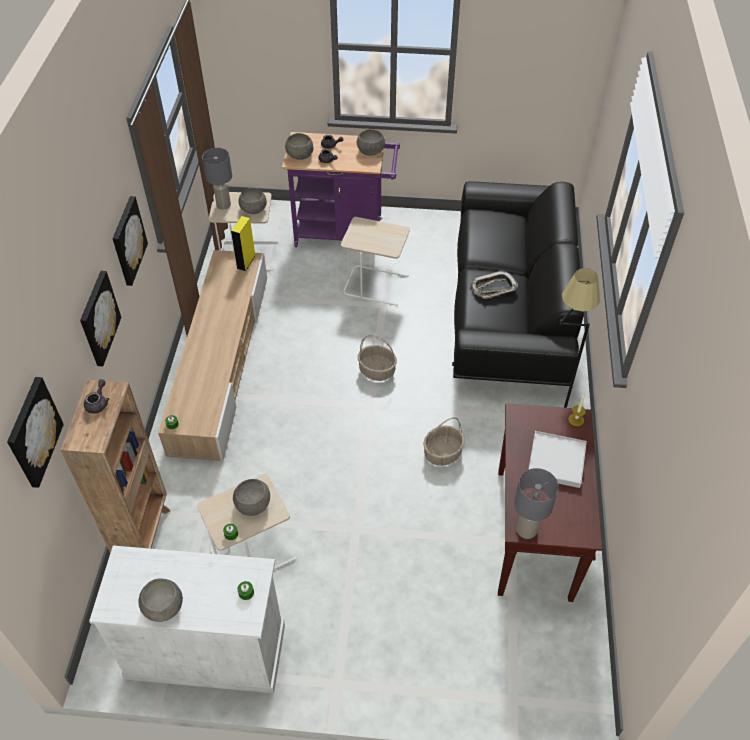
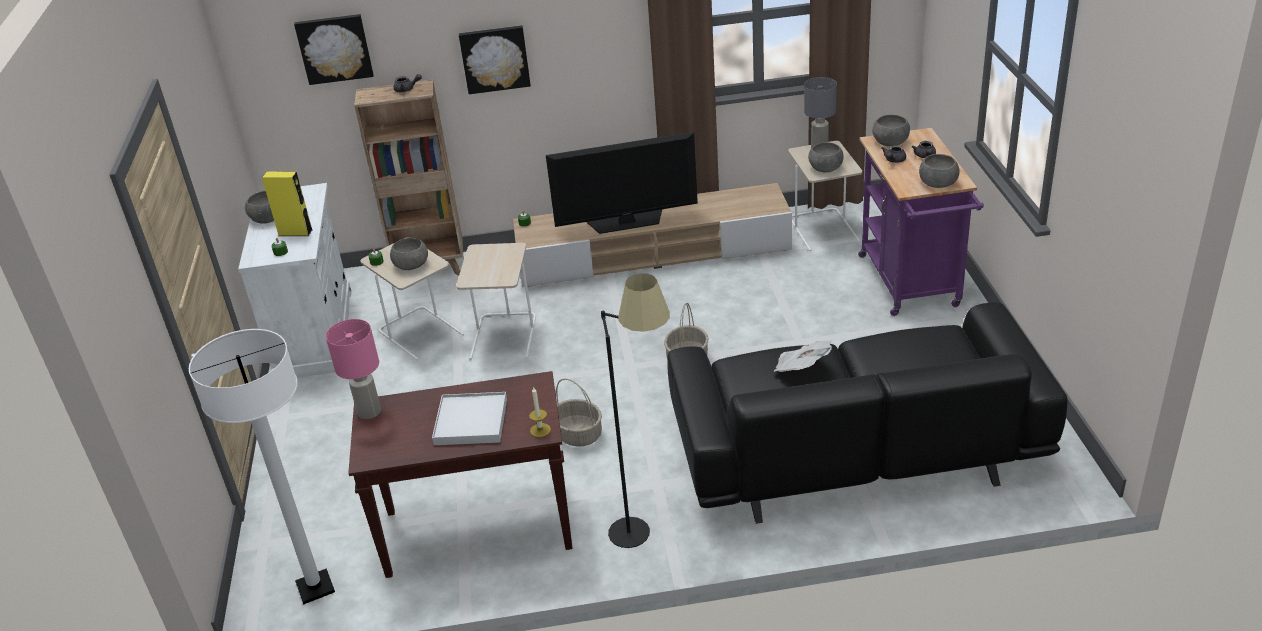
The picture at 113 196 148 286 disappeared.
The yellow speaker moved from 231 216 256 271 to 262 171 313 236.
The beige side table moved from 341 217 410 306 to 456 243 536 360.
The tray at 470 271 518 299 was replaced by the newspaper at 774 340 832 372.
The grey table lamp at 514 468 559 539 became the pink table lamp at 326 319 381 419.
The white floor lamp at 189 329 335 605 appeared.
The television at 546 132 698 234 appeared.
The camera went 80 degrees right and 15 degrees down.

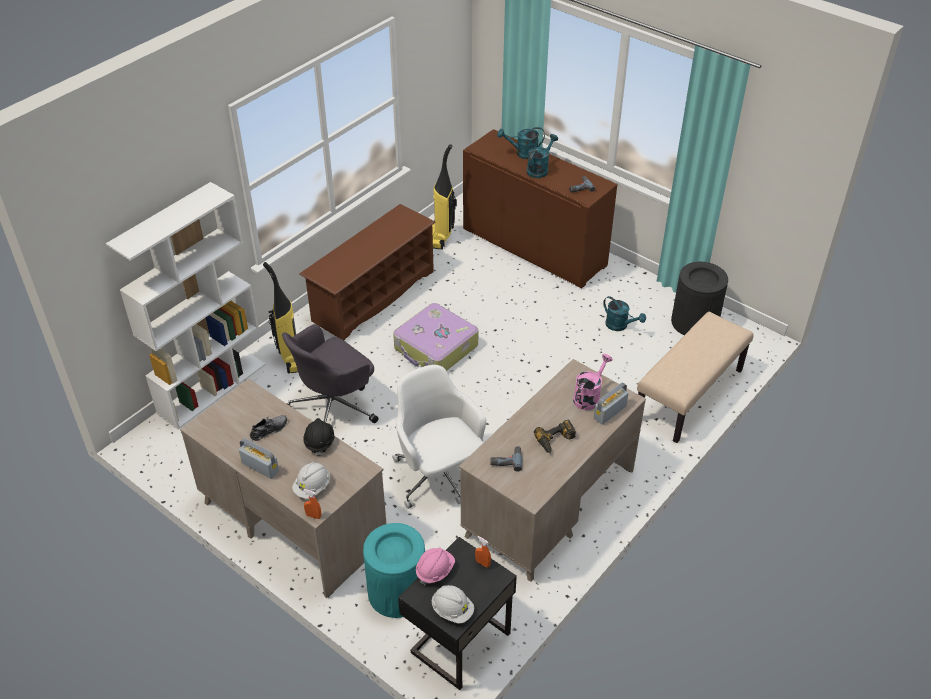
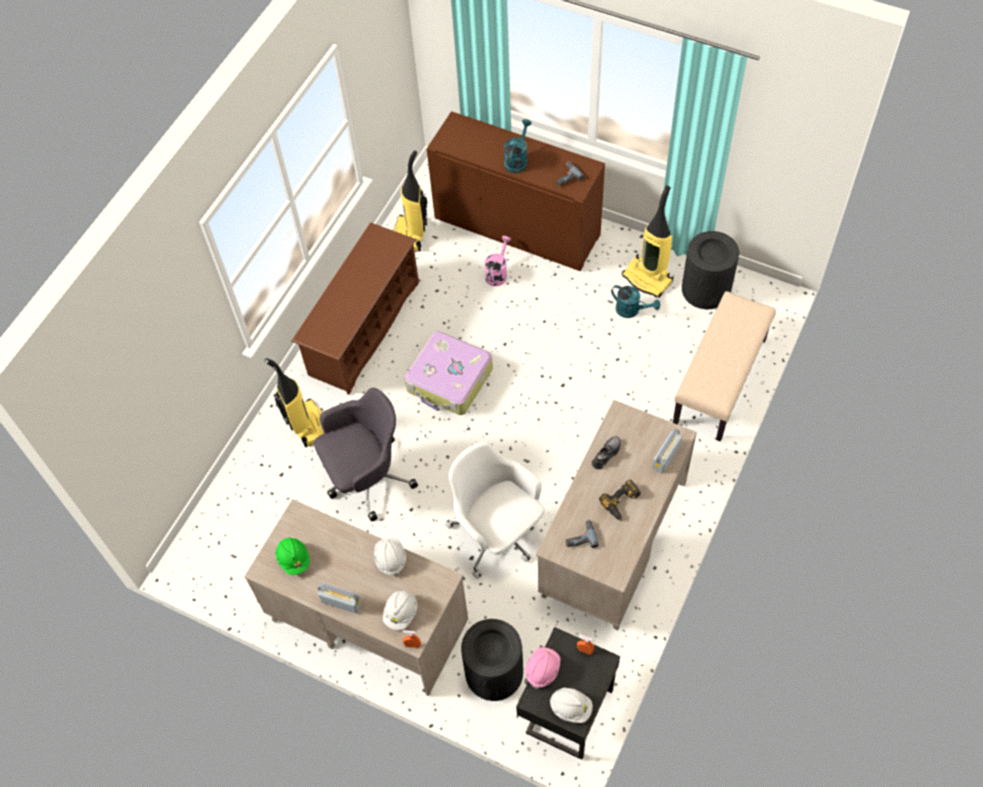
The white bookcase at 106 182 266 429 disappeared.
The grey shoe moved from 250 415 287 441 to 592 436 621 469.
The grey office chair at 282 324 378 423 turned 150 degrees counterclockwise.
The black hard hat at 303 418 334 456 became the white hard hat at 374 538 406 576.
The turquoise trash can at 363 523 425 618 became the black trash can at 461 619 523 701.
The turquoise watering can at 497 127 545 159 disappeared.
The pink watering can moved from 573 354 613 410 to 485 236 511 286.
The green hard hat at 276 537 310 575 appeared.
The vacuum cleaner at 622 185 674 298 appeared.
The camera went 10 degrees left and 15 degrees up.

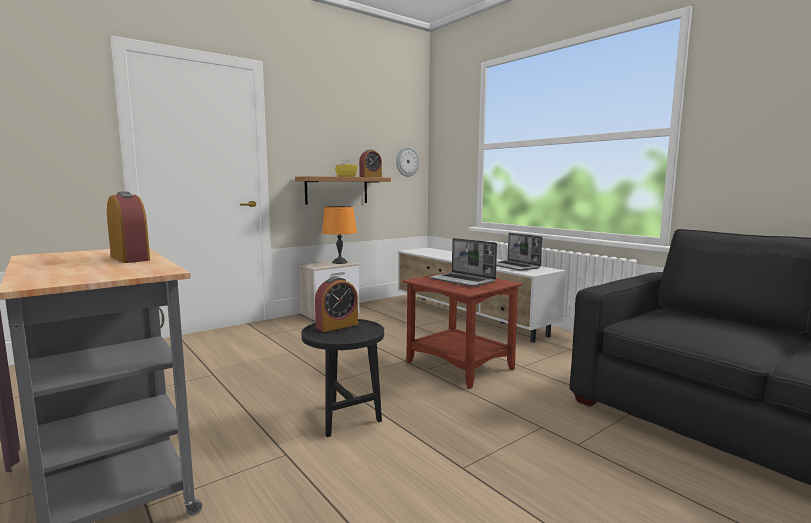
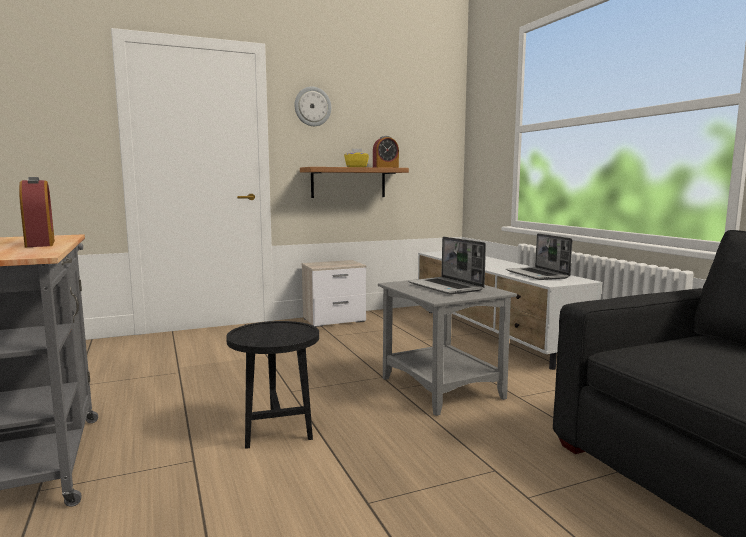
The alarm clock at 315 277 358 332 disappeared.
The orange table lamp at 322 206 357 264 disappeared.
The wall clock moved from 396 147 419 177 to 294 87 331 126.
The brown side table at 403 271 522 389 became the grey side table at 378 279 517 416.
The camera went 15 degrees right and 0 degrees up.

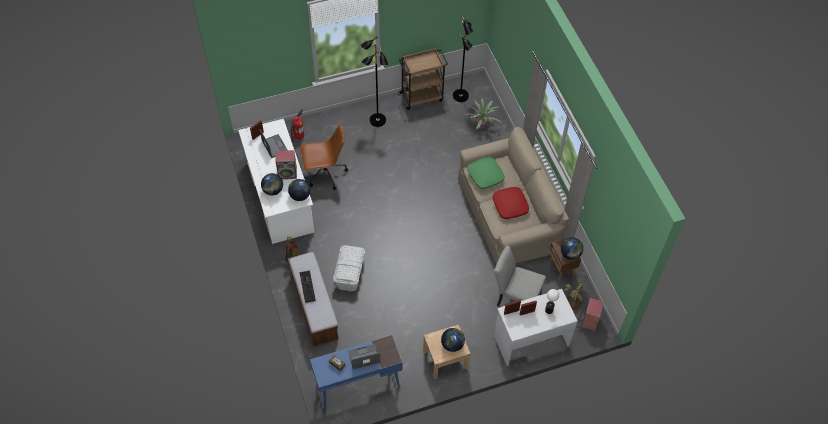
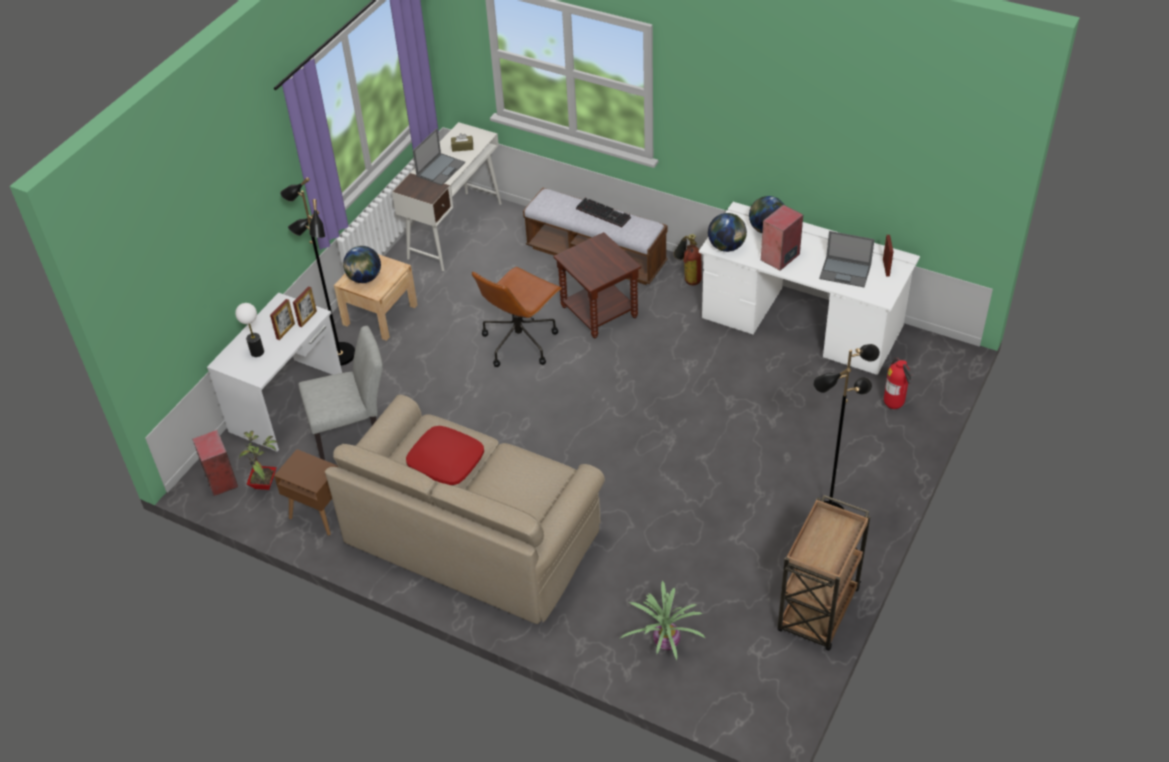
The brown office chair moved from 300 125 348 190 to 472 267 562 367.
The blue desk at 310 335 402 411 became the white desk at 392 122 502 271.
The white storage box at 333 245 365 291 was replaced by the brown side table at 554 232 641 338.
The black floor lamp moved from 453 15 473 102 to 280 177 355 366.
The green pillow at 467 157 505 189 disappeared.
The globe at 561 237 583 260 disappeared.
The camera went 140 degrees right and 10 degrees down.

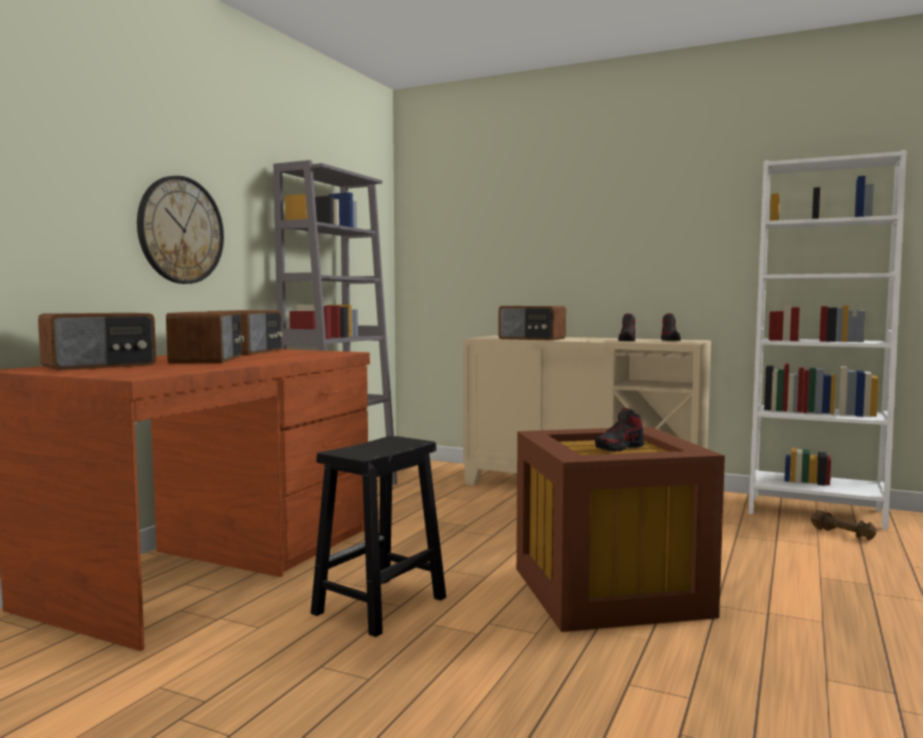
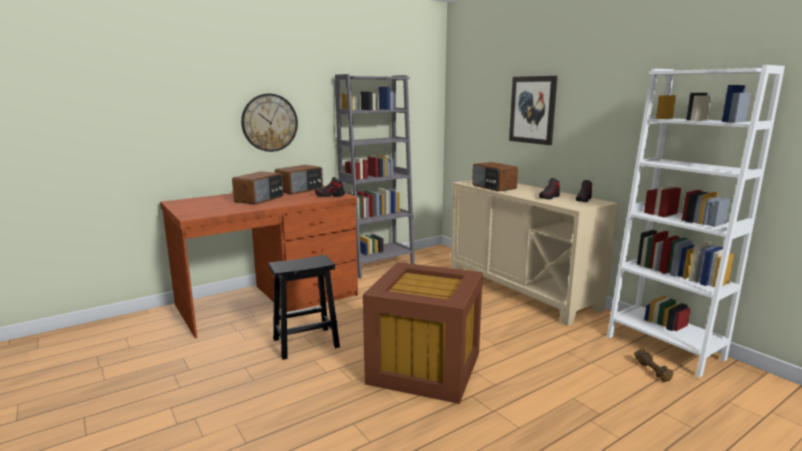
The radio at 38 313 156 371 disappeared.
The shoe moved from 595 408 644 452 to 315 177 345 197.
The picture at 509 76 557 145 appeared.
The camera went 30 degrees right and 10 degrees up.

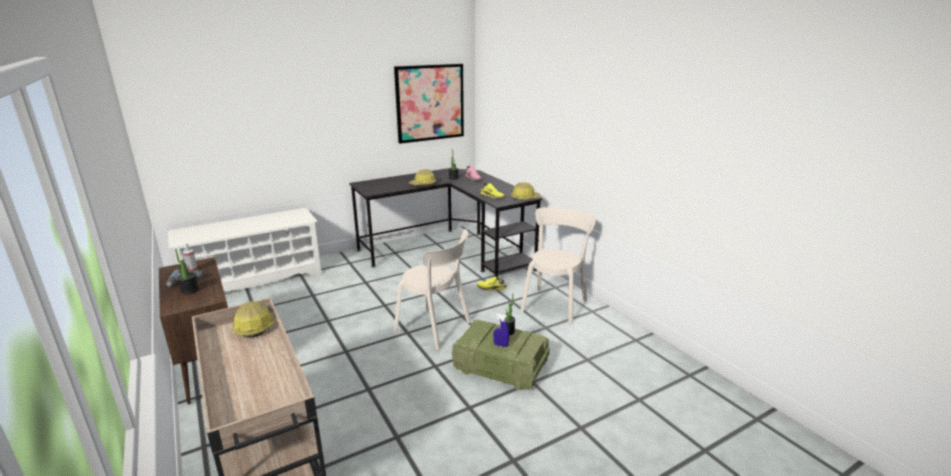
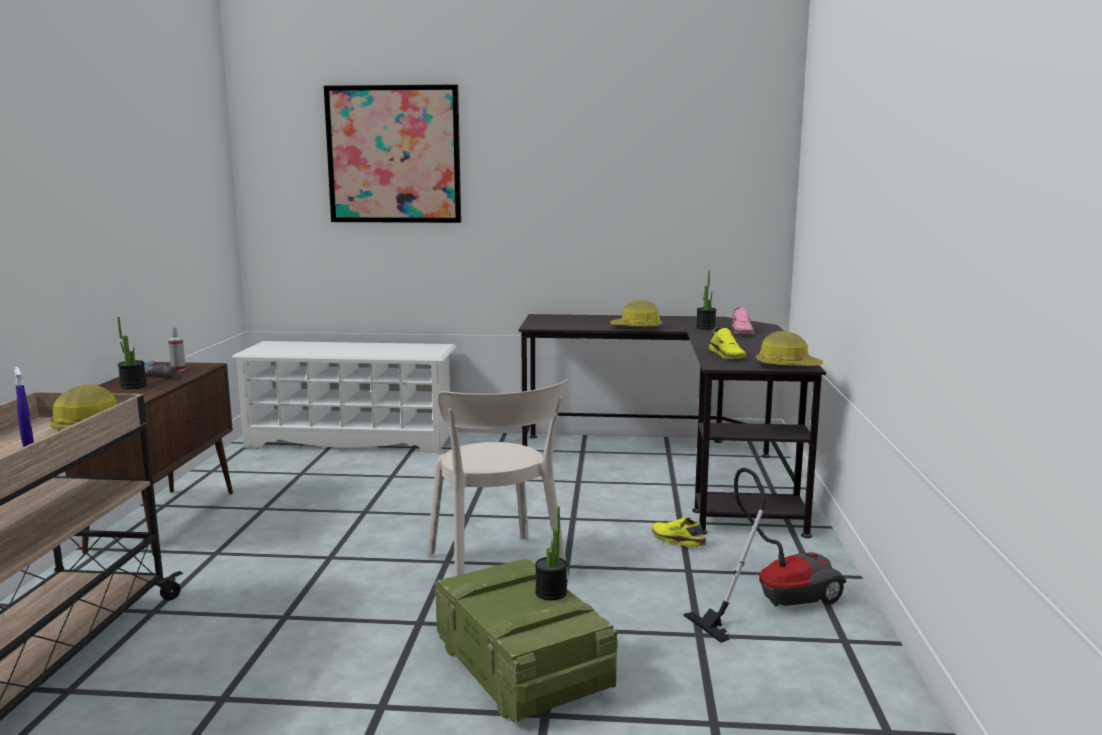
The picture moved from 394 64 464 144 to 324 85 461 223.
The blue spray bottle moved from 493 313 509 347 to 14 367 34 447.
The beige chair at 520 207 596 324 was replaced by the vacuum cleaner at 683 468 846 643.
The camera went 35 degrees right and 10 degrees down.

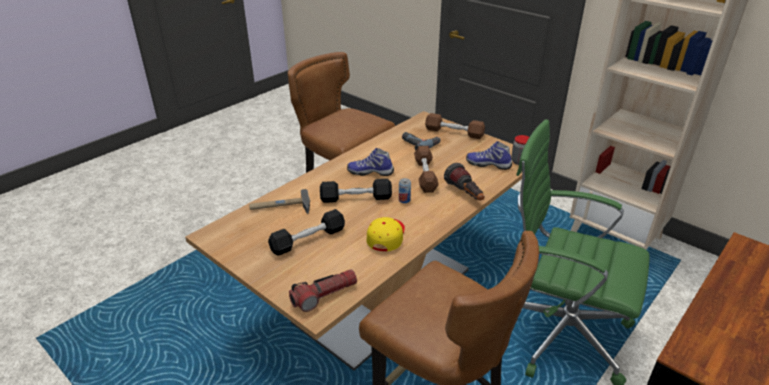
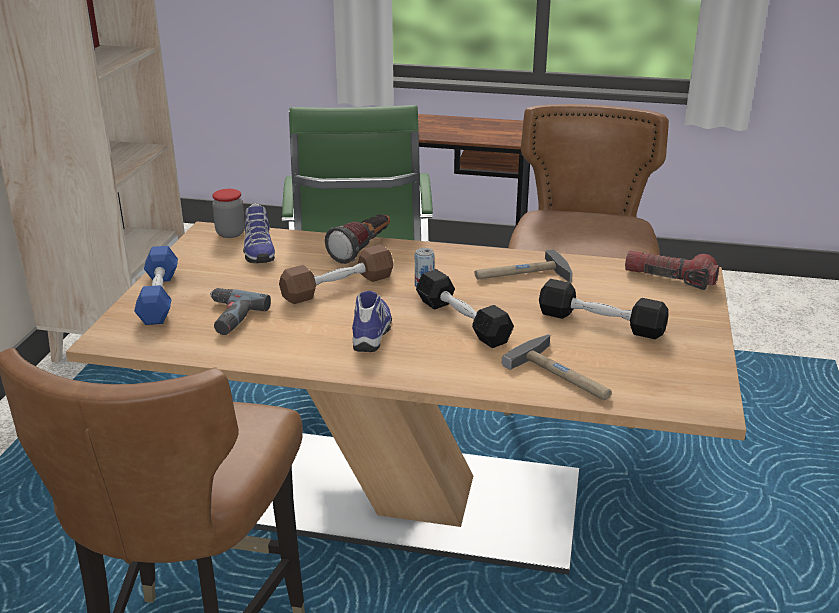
The shoe at 347 148 394 176 turned 150 degrees counterclockwise.
The yellow cap at 367 217 405 251 was replaced by the hammer at 475 249 573 283.
The brown dumbbell at 425 113 485 139 became the blue dumbbell at 134 246 178 325.
The camera went 120 degrees left and 5 degrees down.

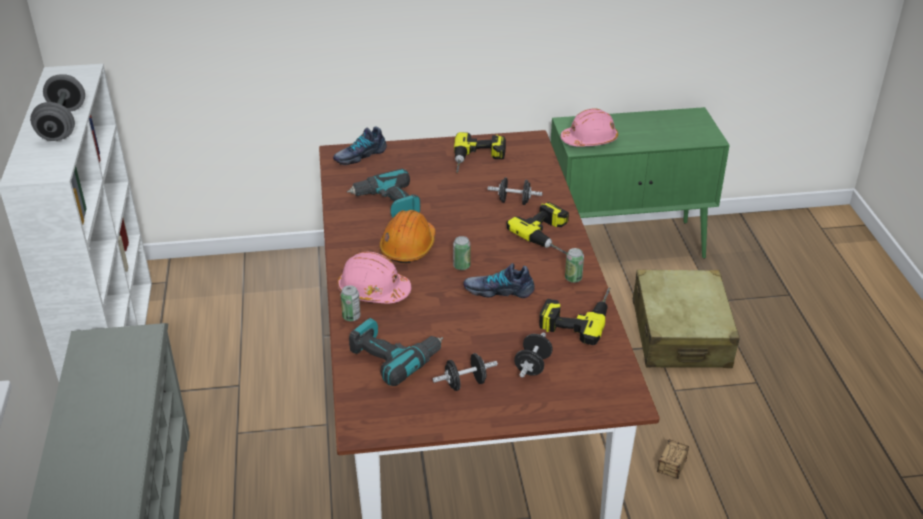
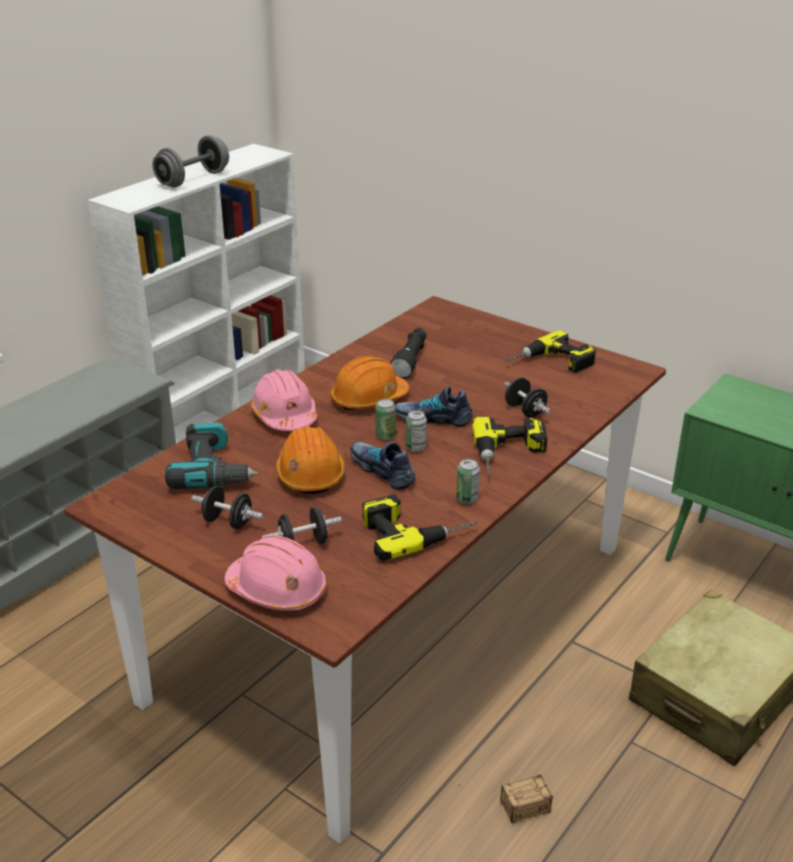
The shoe moved from 333 127 387 165 to 395 386 473 427.
The can moved from 340 286 361 321 to 406 410 427 452.
The power drill at 347 168 420 218 was replaced by the black flashlight at 390 328 426 379.
The pink hard hat moved from 561 108 618 147 to 225 536 327 610.
The orange hard hat at 276 426 345 494 appeared.
The camera went 45 degrees right and 5 degrees down.

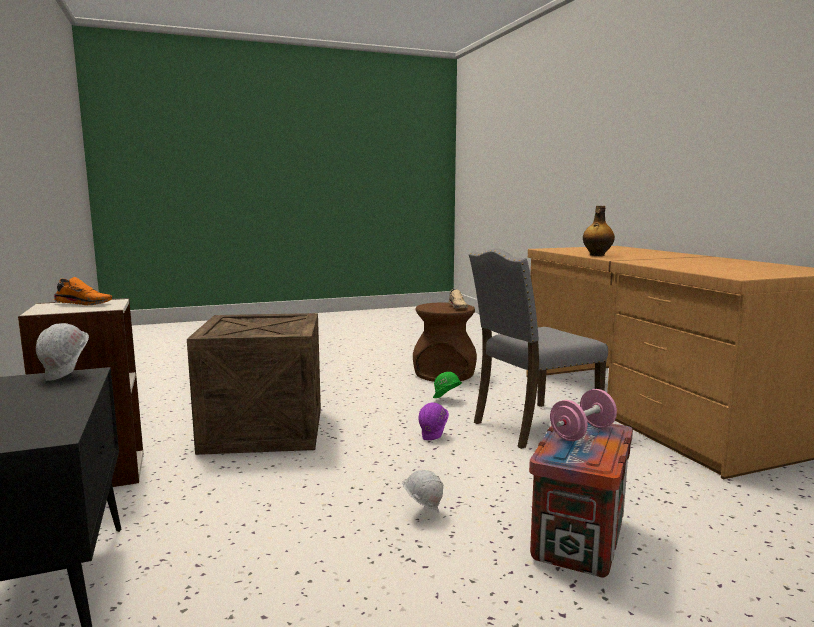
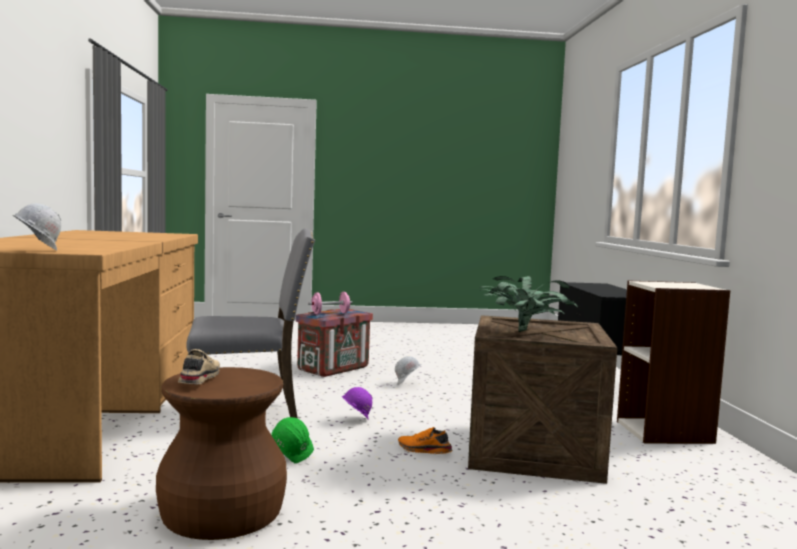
The white hard hat moved from 36 323 89 381 to 13 203 61 251.
The orange shoe moved from 54 277 112 305 to 398 427 452 454.
The bottle at 583 206 615 256 disappeared.
The potted plant at 479 276 578 332 appeared.
The camera went 165 degrees left and 5 degrees down.

